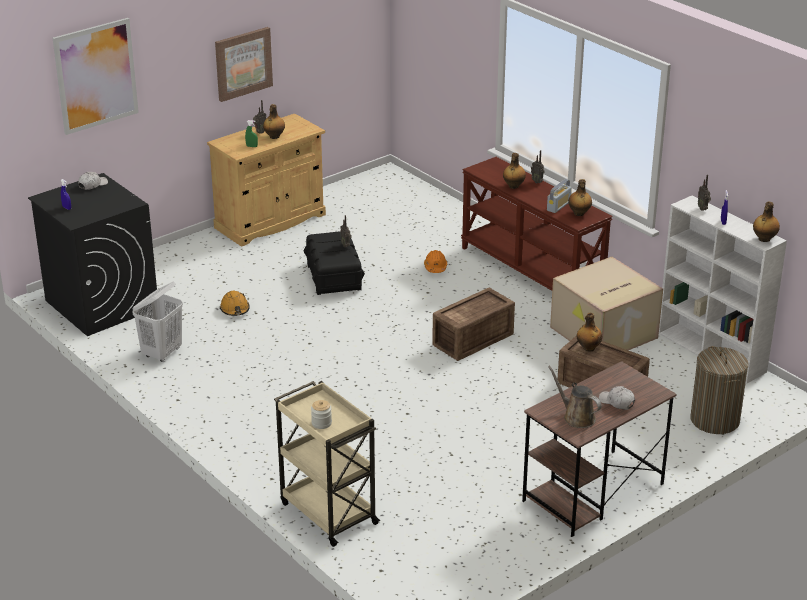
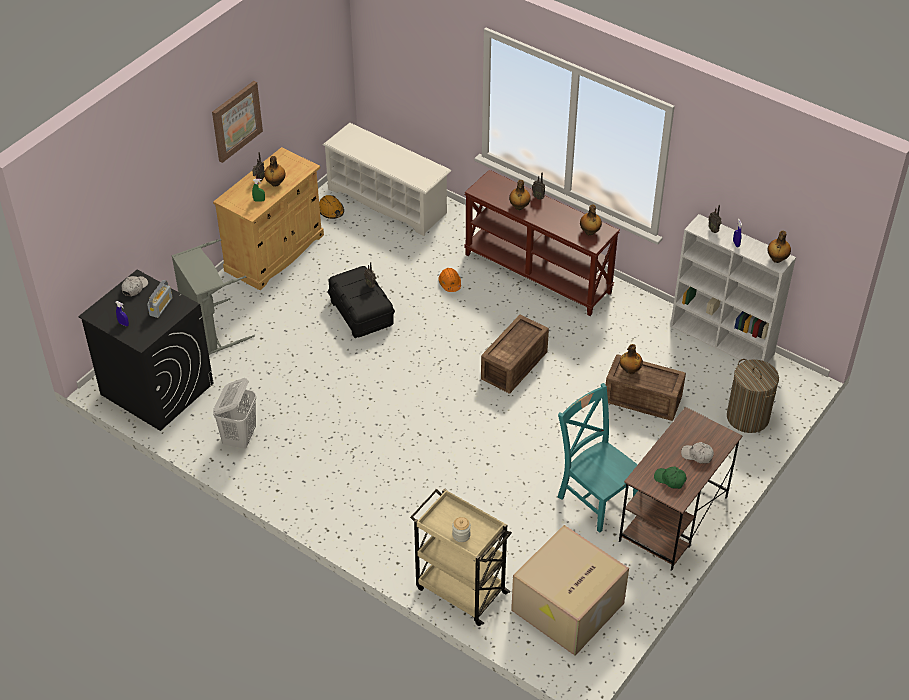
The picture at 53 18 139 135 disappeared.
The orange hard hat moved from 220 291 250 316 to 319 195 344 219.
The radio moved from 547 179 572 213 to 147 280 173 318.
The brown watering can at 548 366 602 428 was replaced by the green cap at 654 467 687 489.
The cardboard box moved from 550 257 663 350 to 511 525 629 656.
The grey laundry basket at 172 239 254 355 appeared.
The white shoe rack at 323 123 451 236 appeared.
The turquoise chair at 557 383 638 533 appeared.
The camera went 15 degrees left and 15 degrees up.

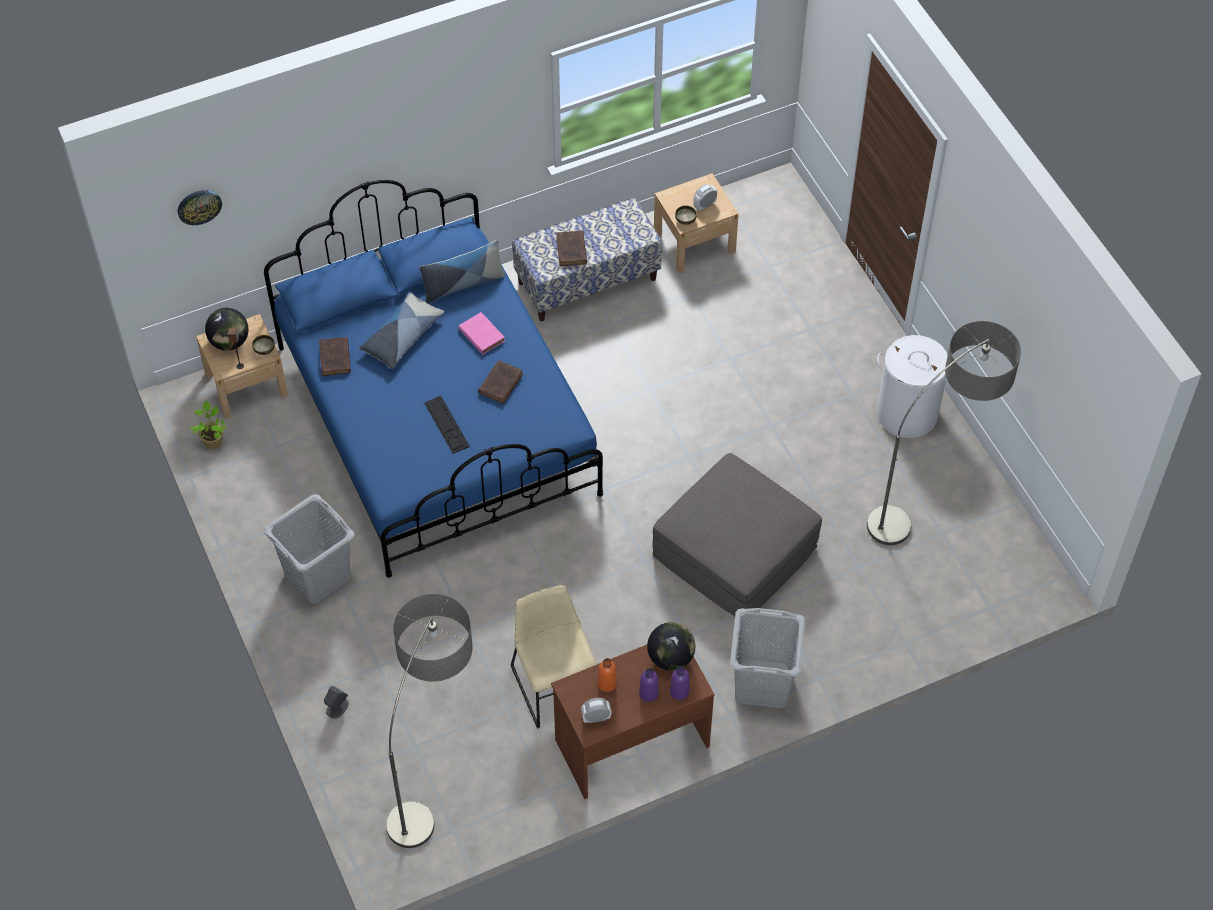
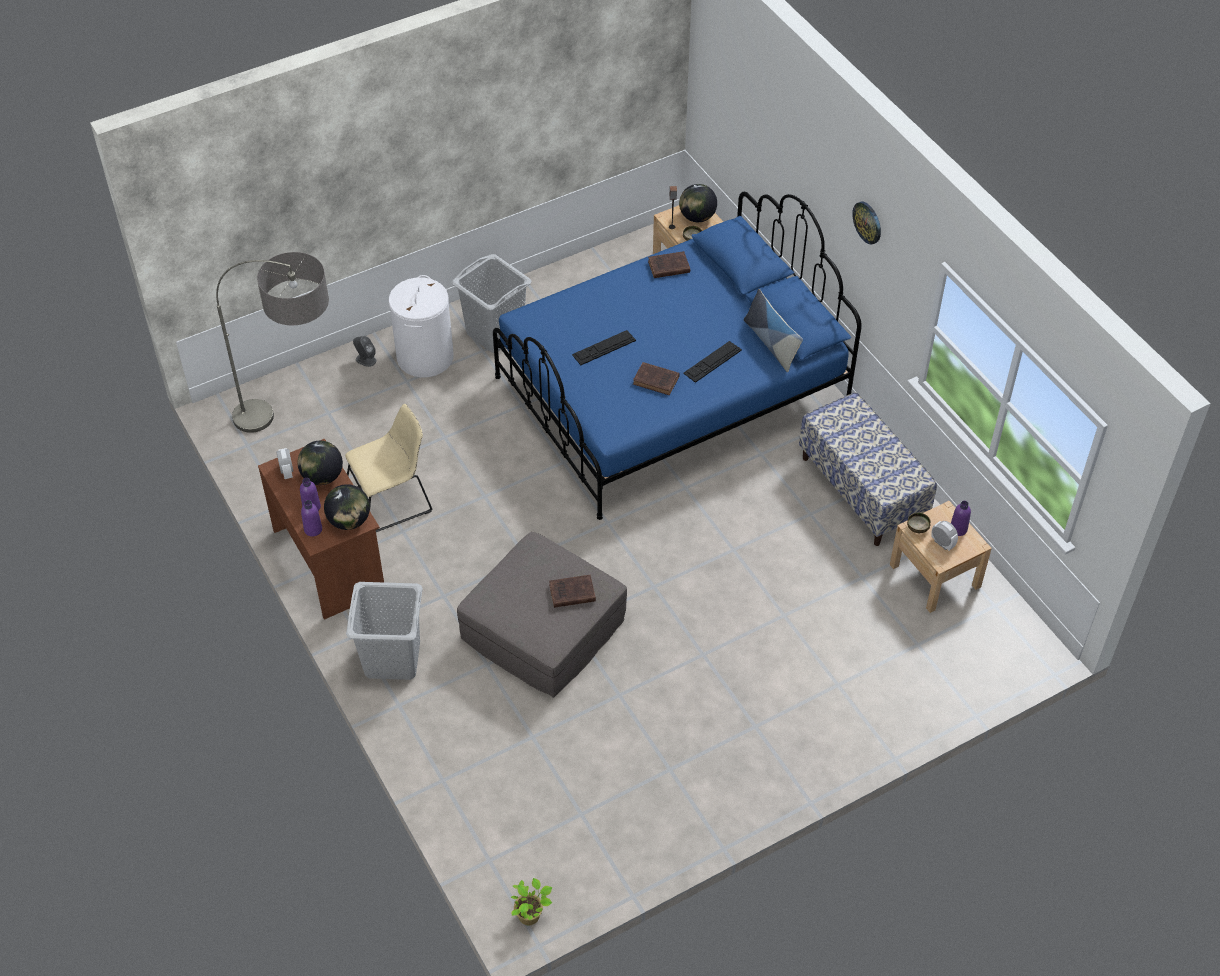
The wall clock moved from 178 190 222 225 to 852 202 881 244.
The potted plant moved from 190 401 226 449 to 511 878 552 925.
The pillow at 359 293 444 368 disappeared.
The pink book at 458 312 505 354 was replaced by the keyboard at 683 341 742 383.
The brown book moved from 556 231 587 266 to 549 575 596 608.
The orange bottle at 598 658 617 692 was replaced by the globe at 297 441 343 485.
The floor lamp at 867 321 1021 545 disappeared.
The white laundry basket moved from 877 335 948 438 to 388 275 454 377.
The purple bottle at 951 501 971 536 appeared.
The camera went 85 degrees right and 5 degrees down.

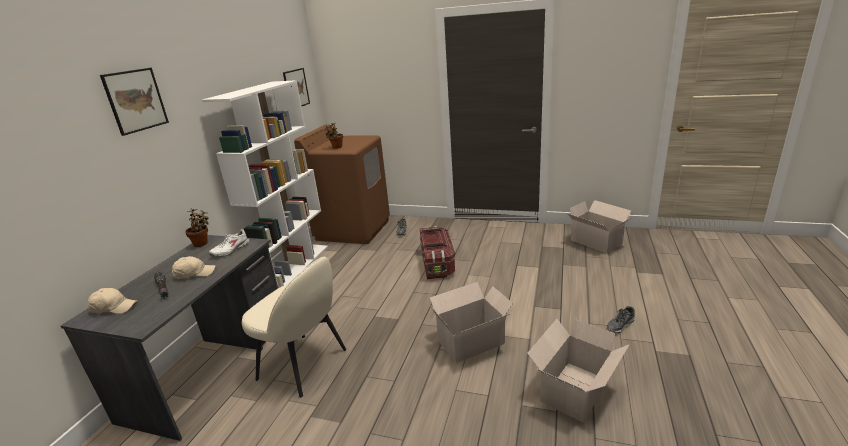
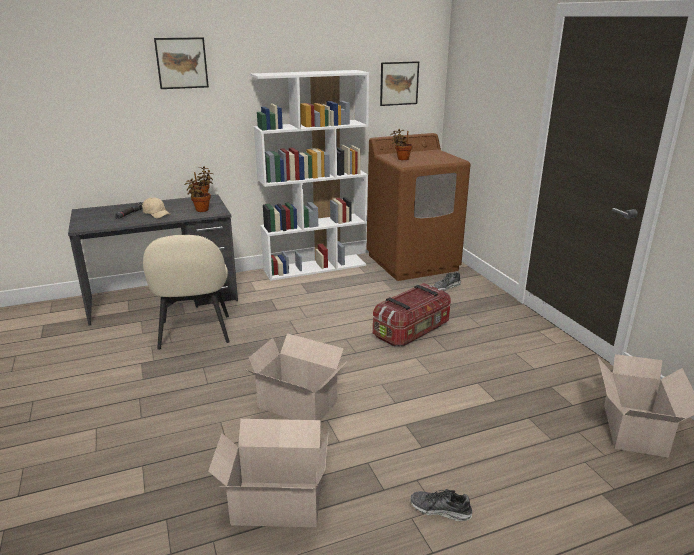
The beige cap at 87 288 137 314 disappeared.
The white shoe at 209 229 250 257 was replaced by the potted plant at 184 178 211 212.
The camera went 50 degrees right and 0 degrees up.

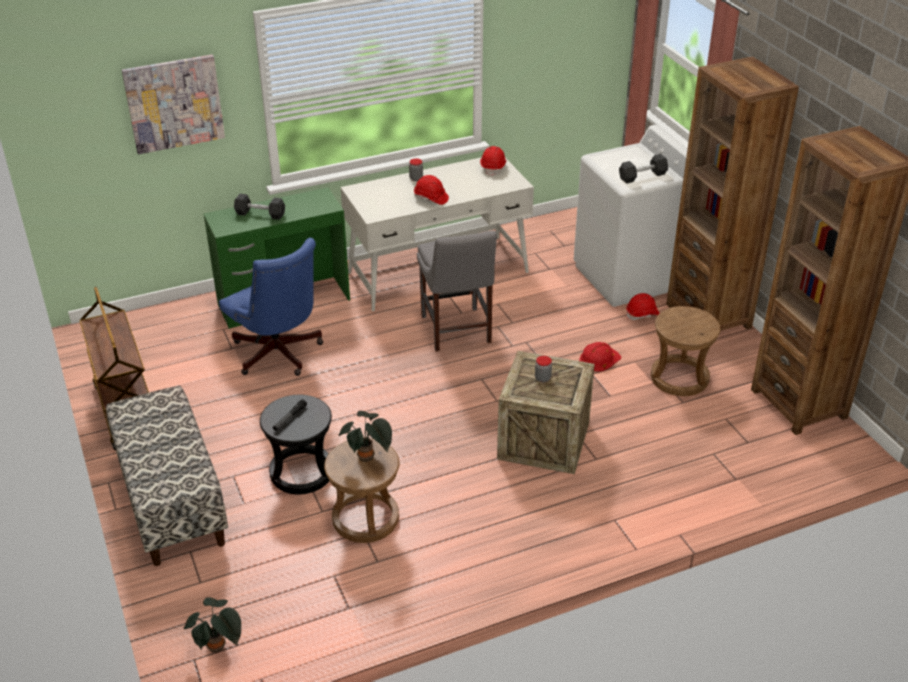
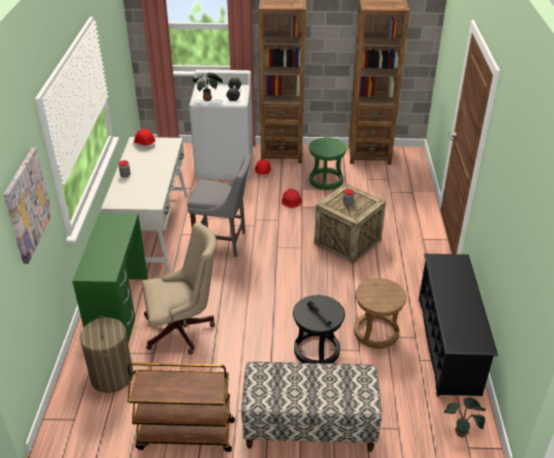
The blue office chair at 219 238 323 376 became the beige office chair at 142 222 217 355.
The grey dumbbell at 234 194 285 220 disappeared.
The potted plant moved from 339 411 392 462 to 192 73 223 101.
The red hard hat at 414 175 449 205 disappeared.
The brown stool at 651 306 721 396 became the green stool at 309 137 347 190.
The laundry basket at 80 316 133 393 appeared.
The black shoe rack at 419 254 498 397 appeared.
The camera went 65 degrees left and 0 degrees up.

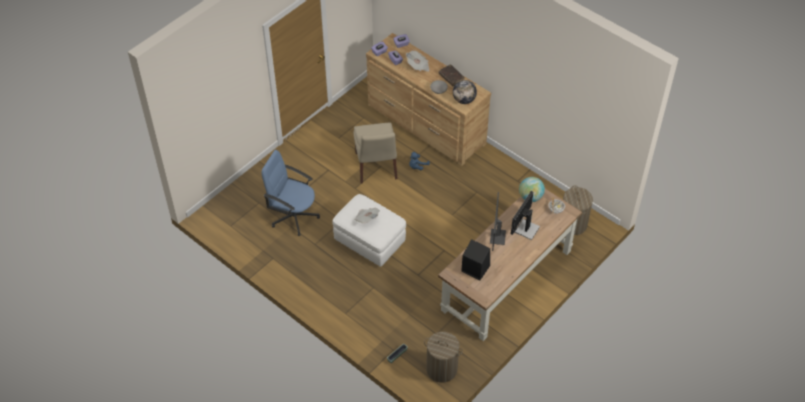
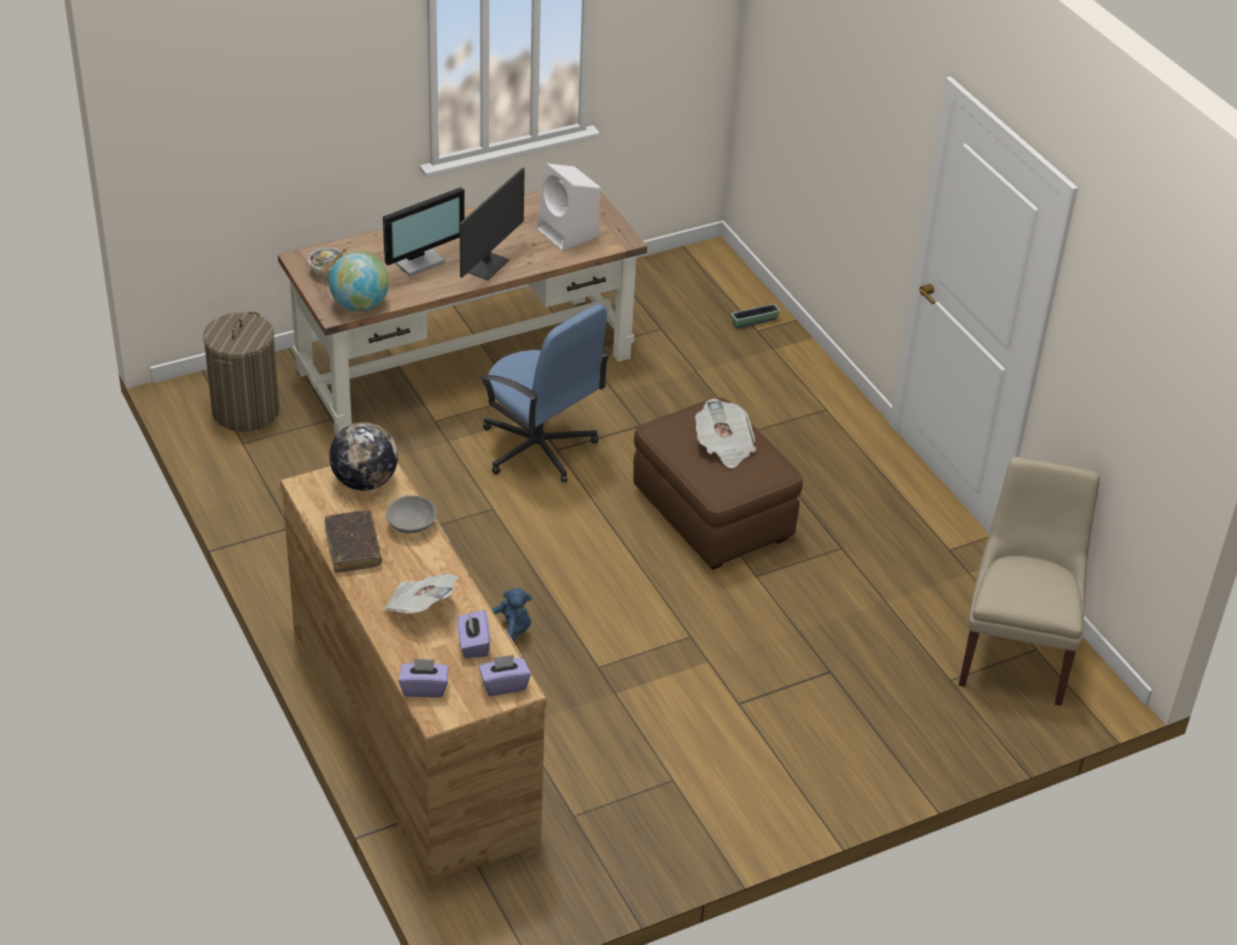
The blue office chair moved from 262 150 320 236 to 479 304 610 483.
The white ottoman at 332 194 406 267 became the brown ottoman at 633 397 803 570.
The beige chair moved from 353 123 398 183 to 959 457 1100 706.
The laundry basket at 424 332 463 383 disappeared.
The black speaker at 462 239 490 280 became the white speaker at 536 163 601 251.
The camera went 160 degrees left and 10 degrees down.

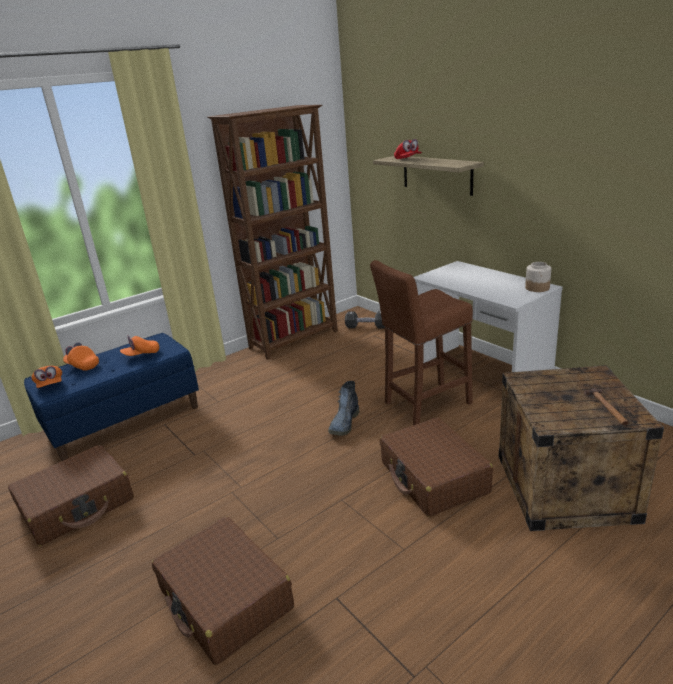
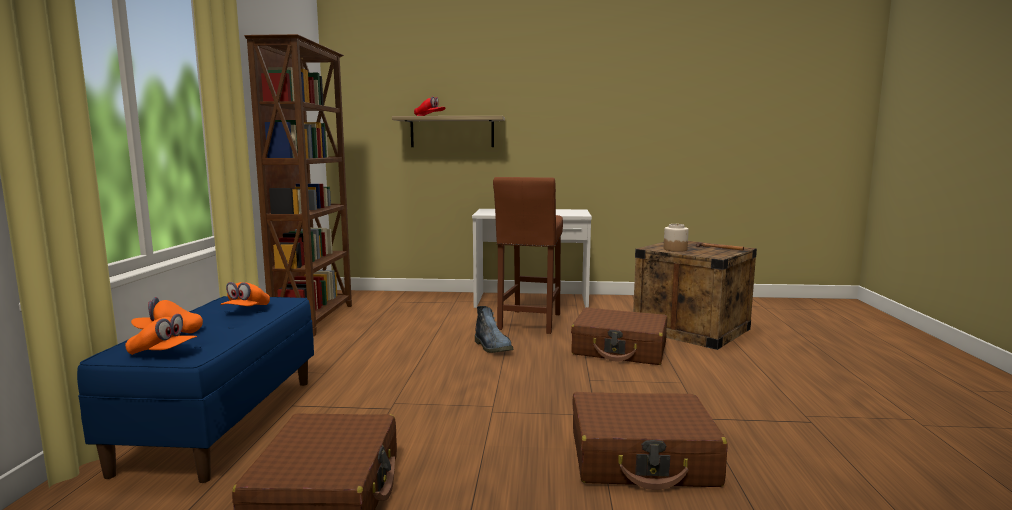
The black dumbbell at 345 311 385 328 disappeared.
The jar moved from 525 262 551 292 to 664 224 689 252.
The camera went 50 degrees left and 15 degrees down.

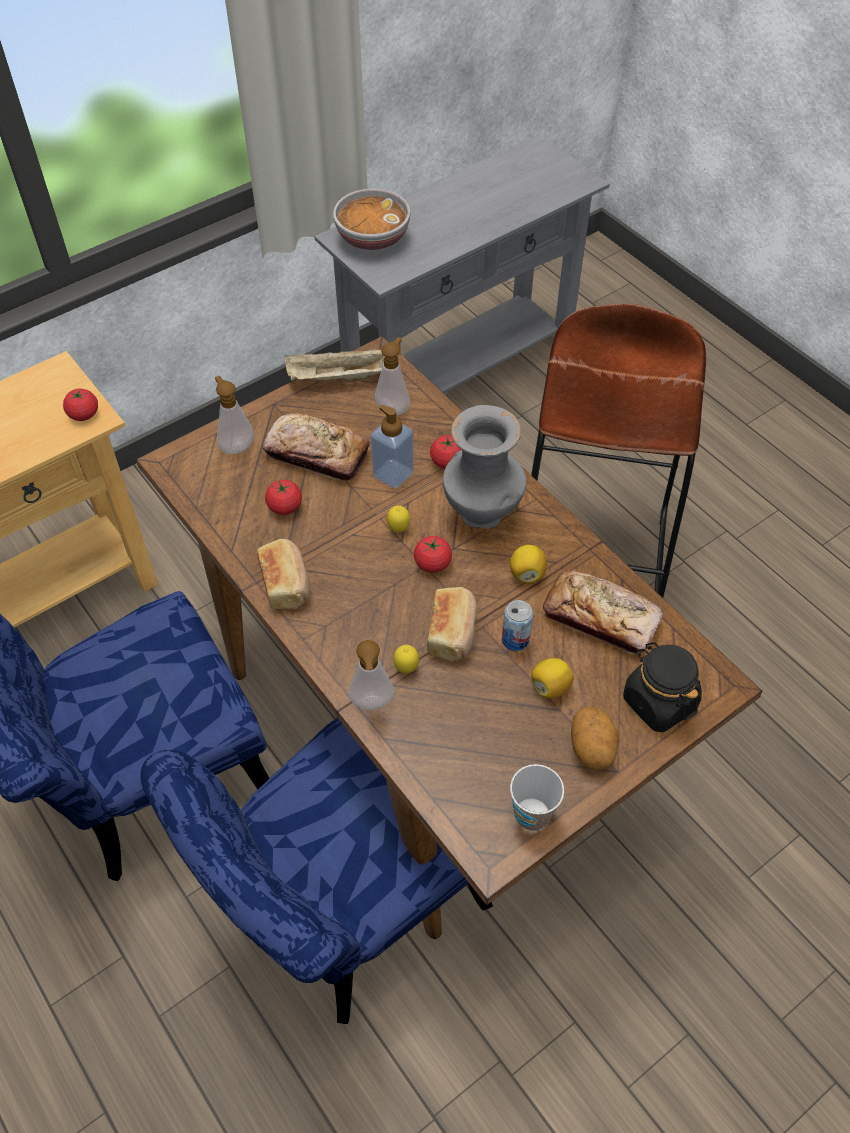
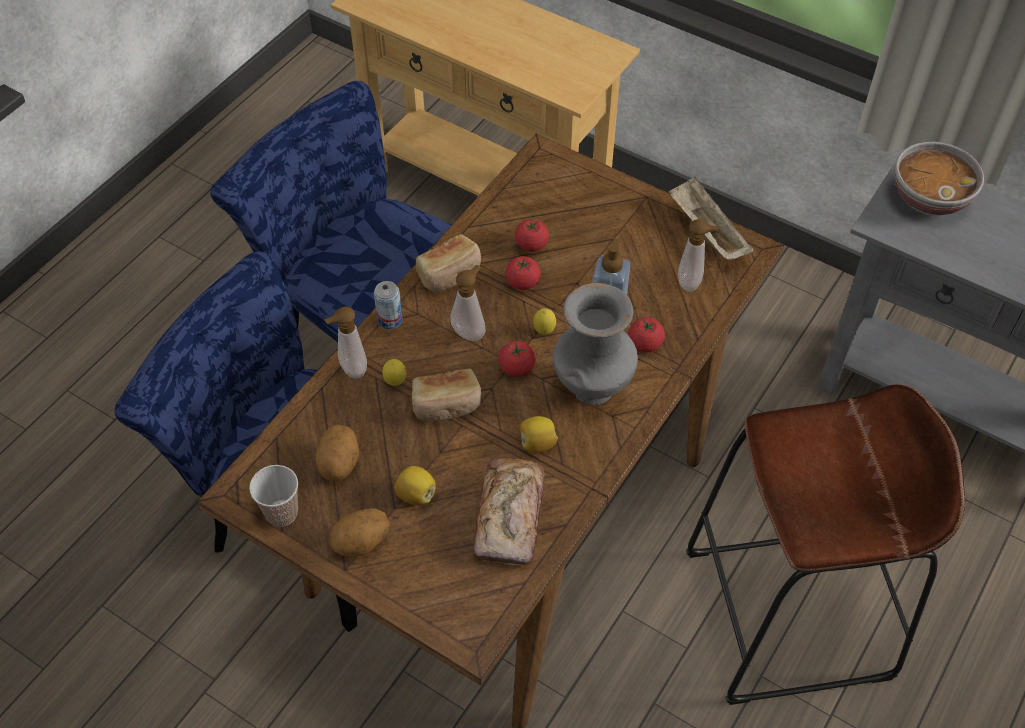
The tomato moved from 63 389 98 421 to 505 256 541 290.
The soap dispenser moved from 215 376 254 454 to 450 265 486 341.
The bread at 263 414 370 481 disappeared.
The can moved from 502 600 533 651 to 374 281 402 329.
The black jar at 623 642 702 732 disappeared.
The potato at 315 424 359 481 appeared.
The camera went 70 degrees right and 0 degrees up.

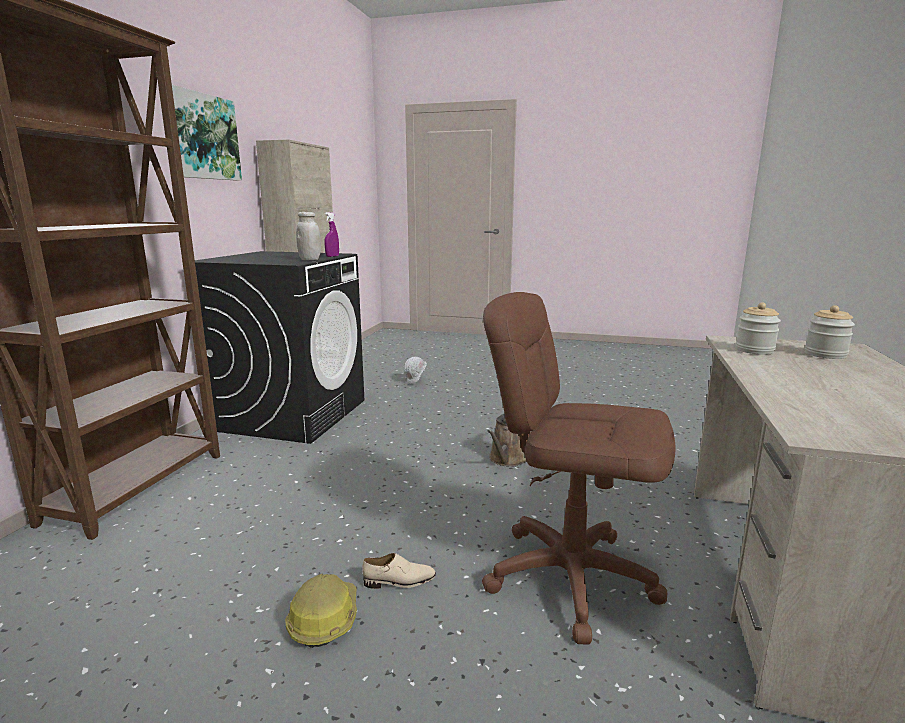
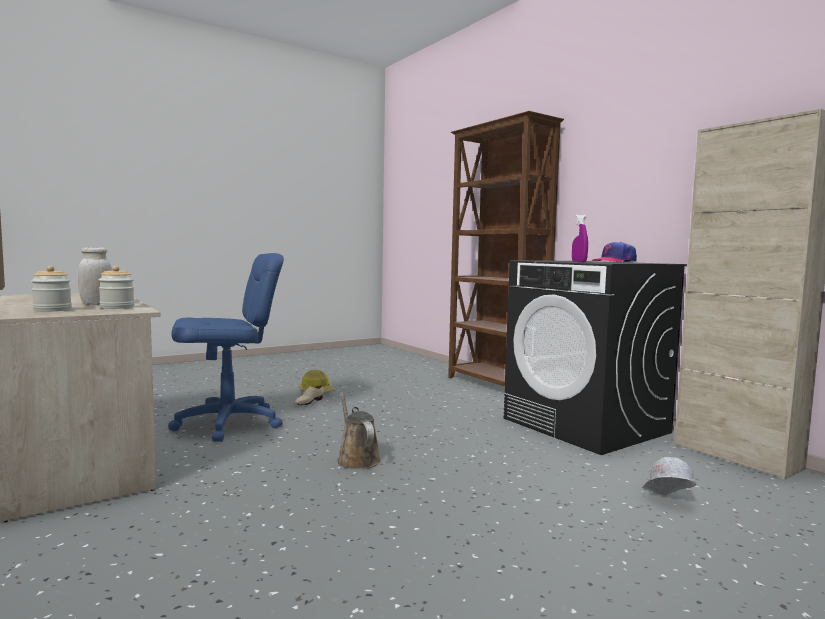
The picture at 172 85 242 181 disappeared.
The white jar moved from 296 212 321 260 to 78 247 112 305.
The brown office chair at 482 292 675 645 became the blue office chair at 168 253 284 442.
The cap at 592 242 637 262 appeared.
The camera went 130 degrees right and 10 degrees down.

